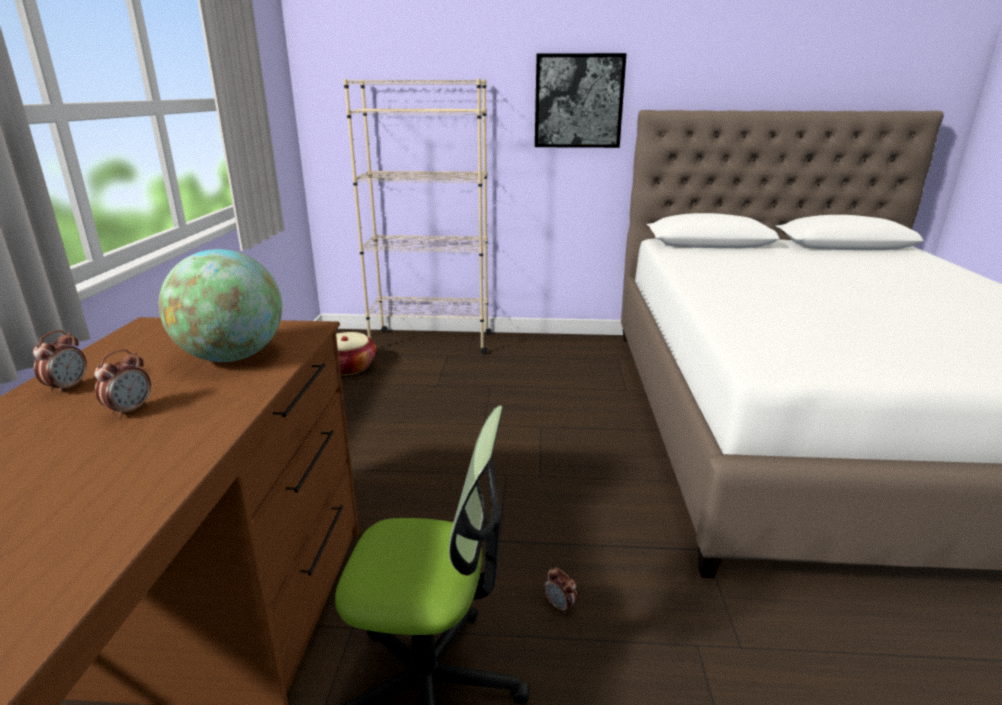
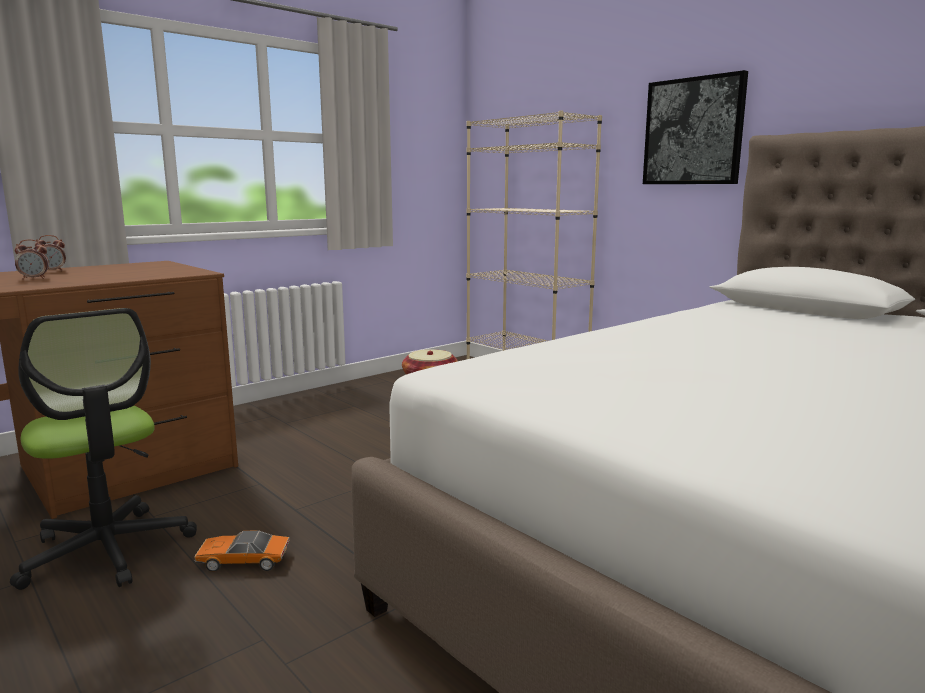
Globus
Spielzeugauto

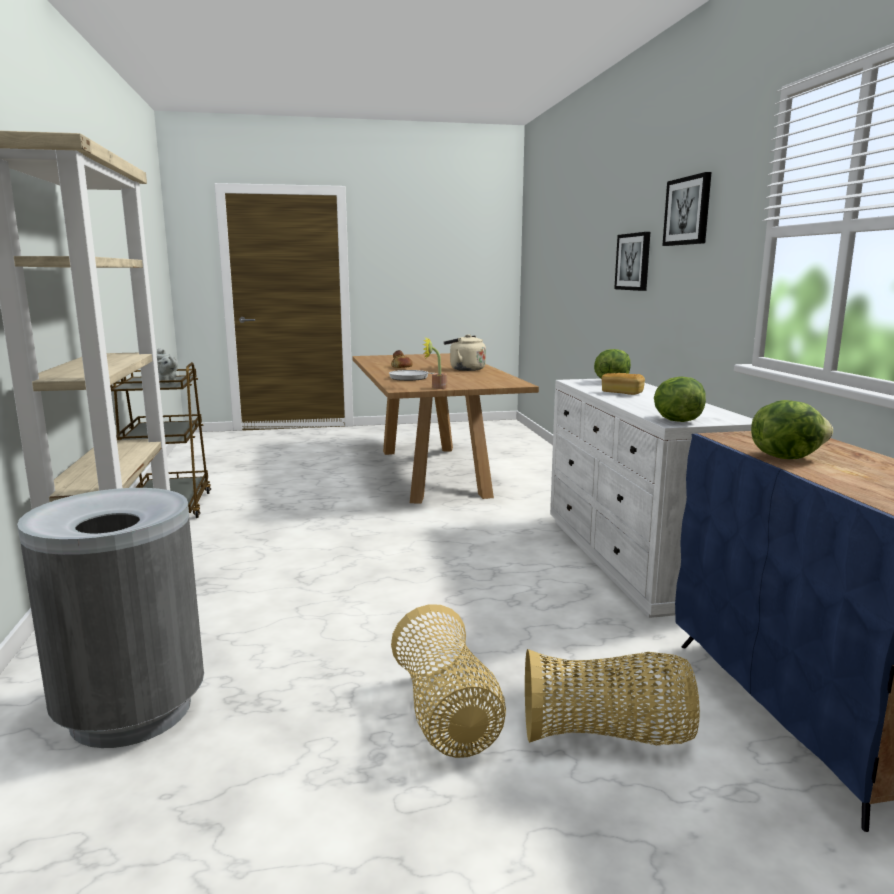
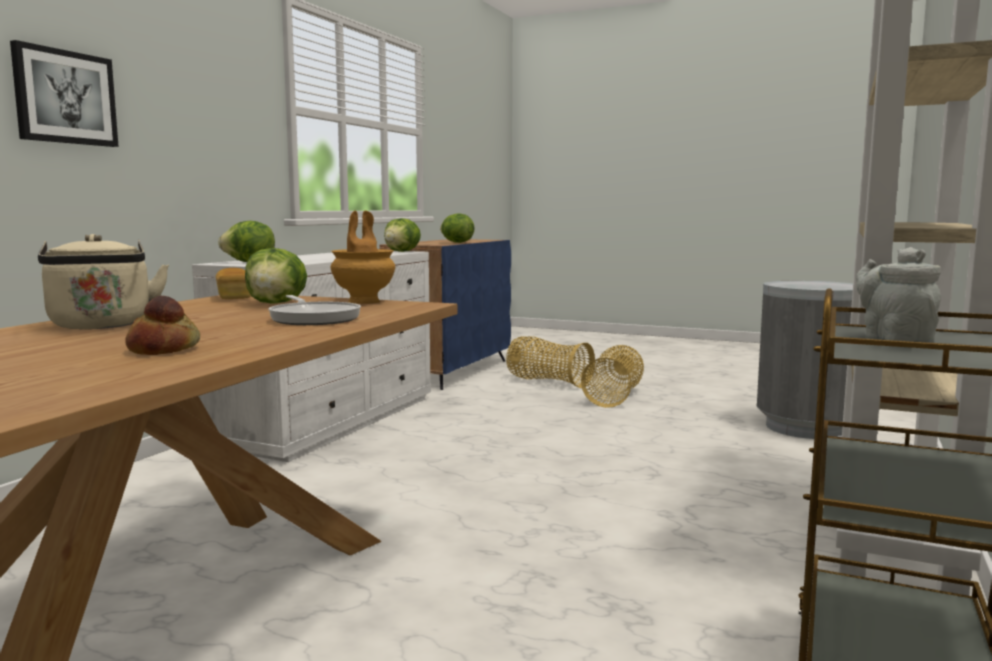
Vase/braun
Brot (no. 2 from left)
Bild (no. 2 from left in the first image)
Salatkopf (no. 2 from left)

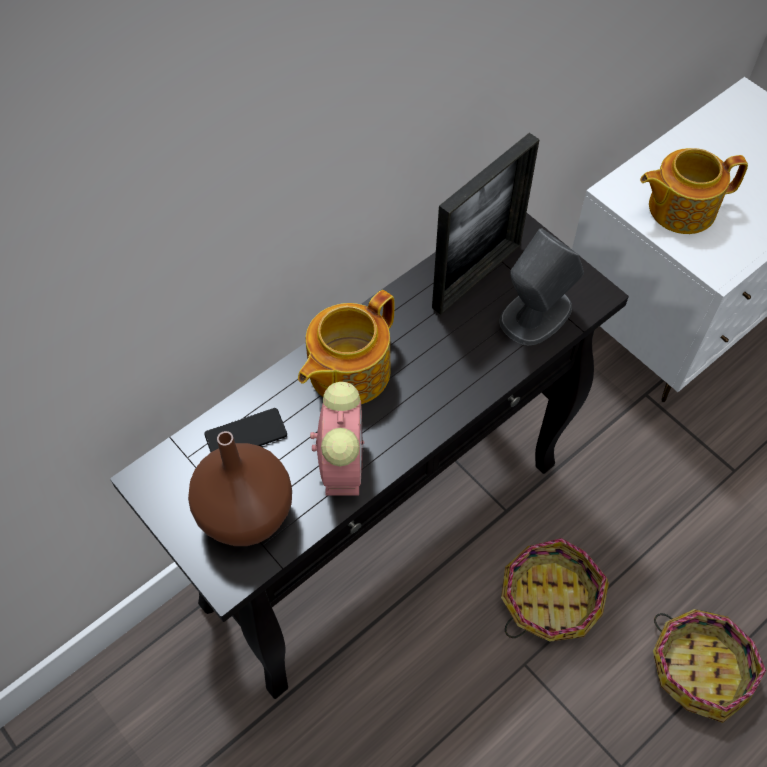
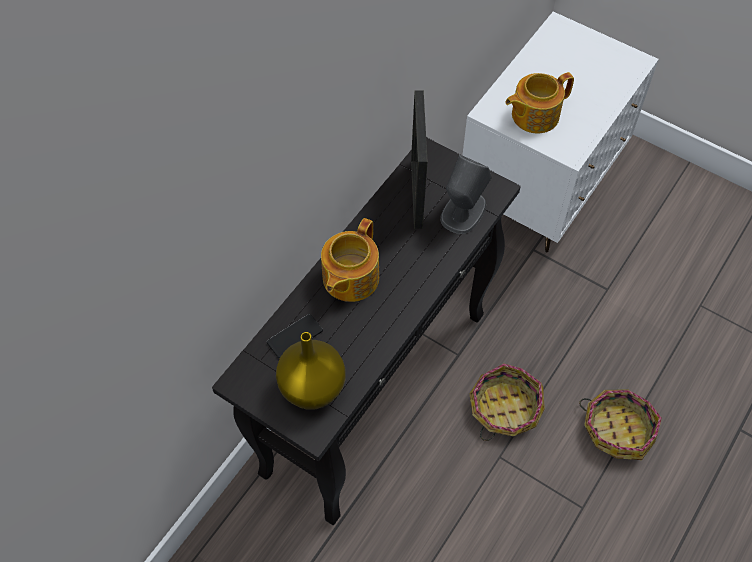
Vase/gelb
Wecker
Bilderrahmen

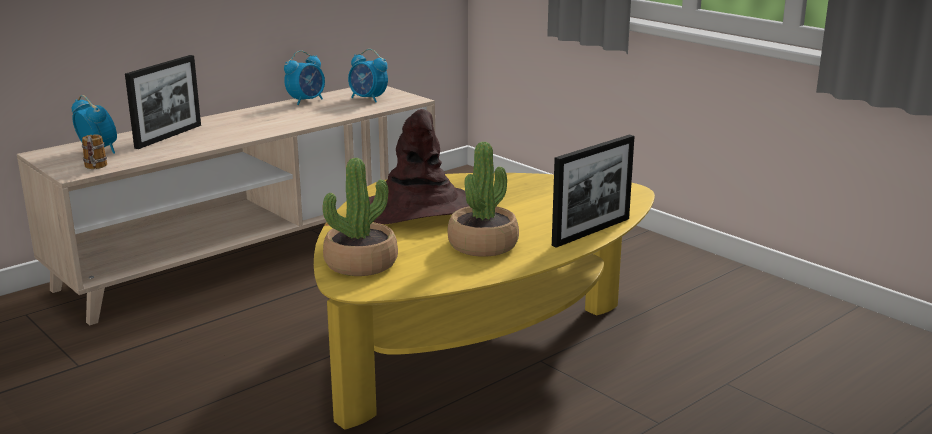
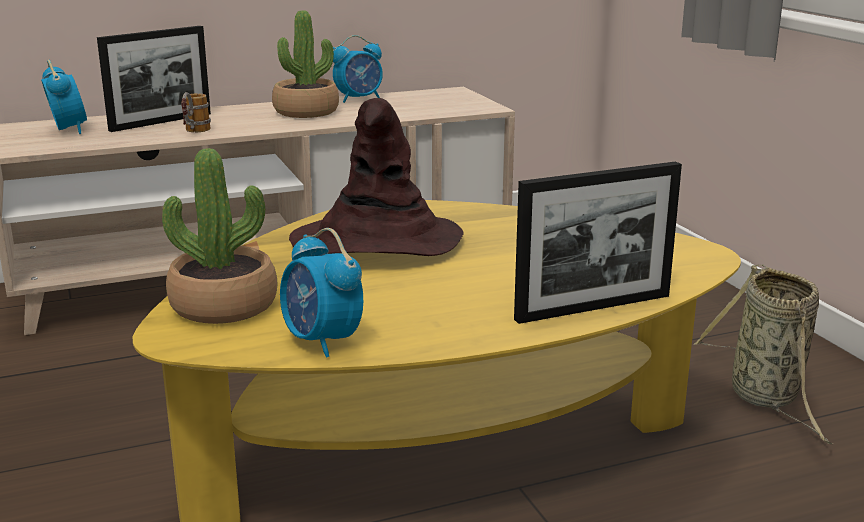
Henkelbecher
Wecker (no. 2 from left)
Topfpflanze (no. 2 from left)
Korb

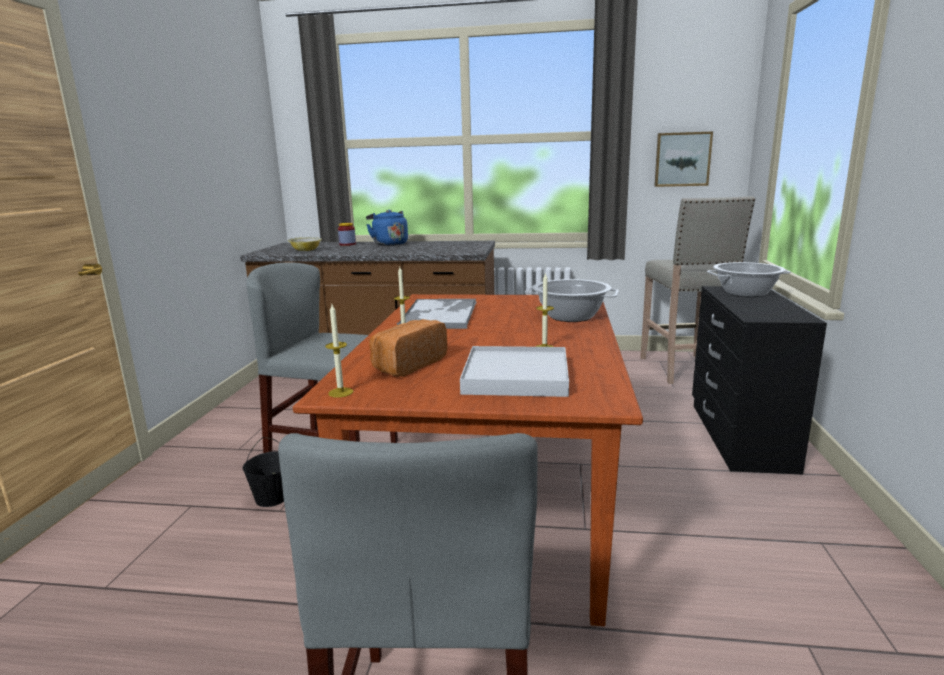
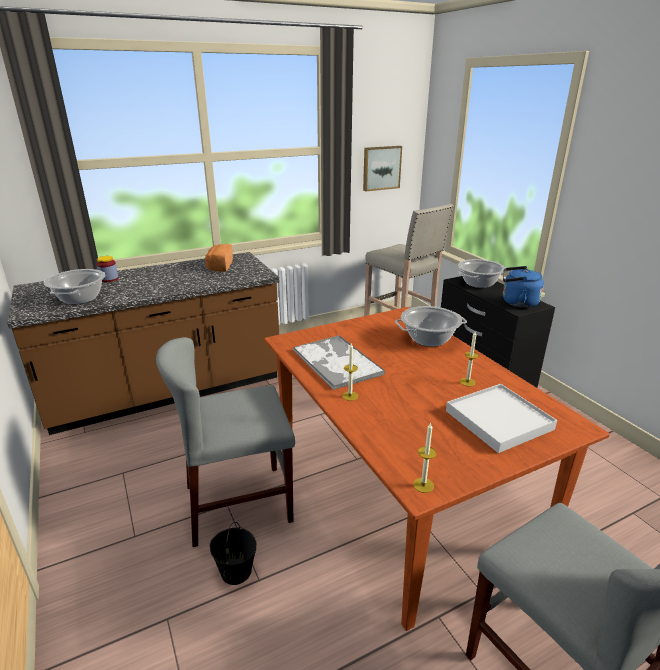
Kochtopf (no. 1 from left)
Wasserkessel/blau
Brot

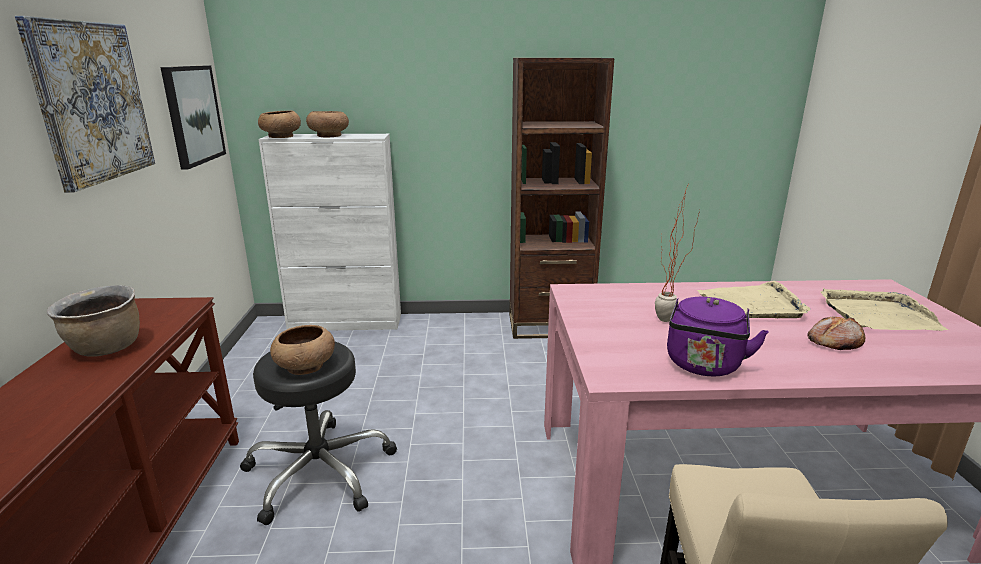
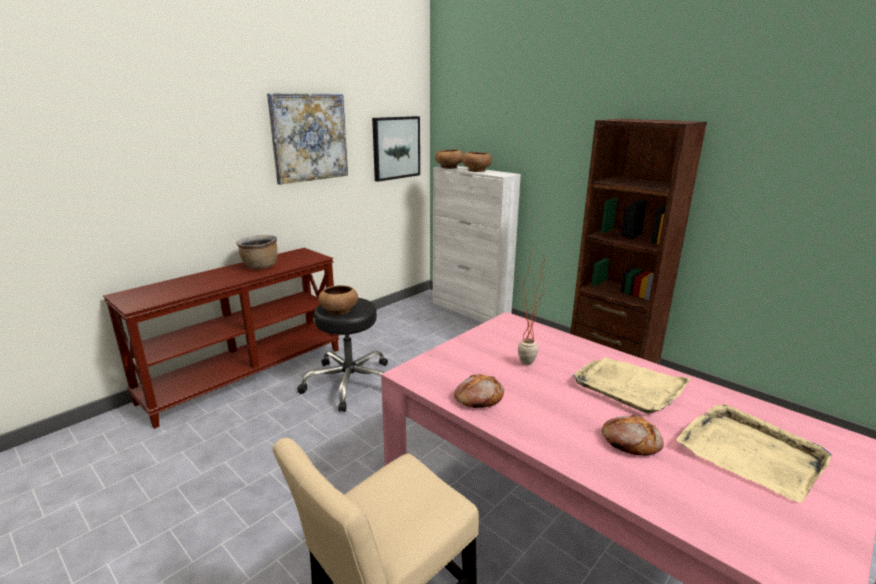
Brot (no. 1 from left)

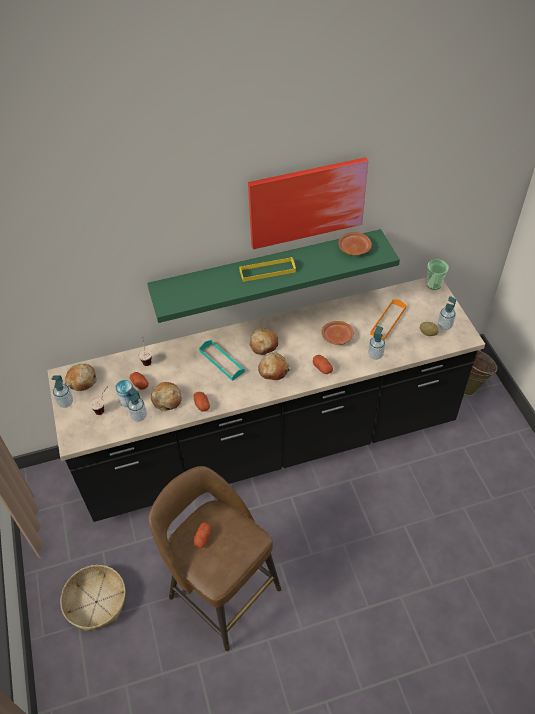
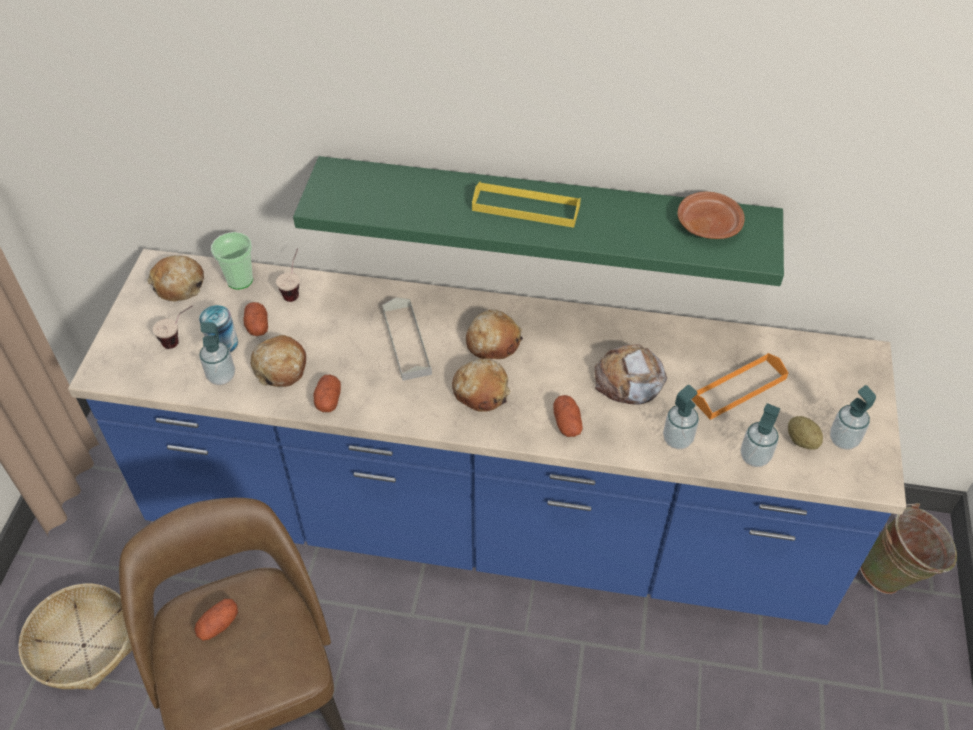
Küchenzeile/blau
Seifenspender (no. 3 from left)
Tablett/grau
Bild
Brot (no. 5 from left)
Tasse (no. 2 from left)

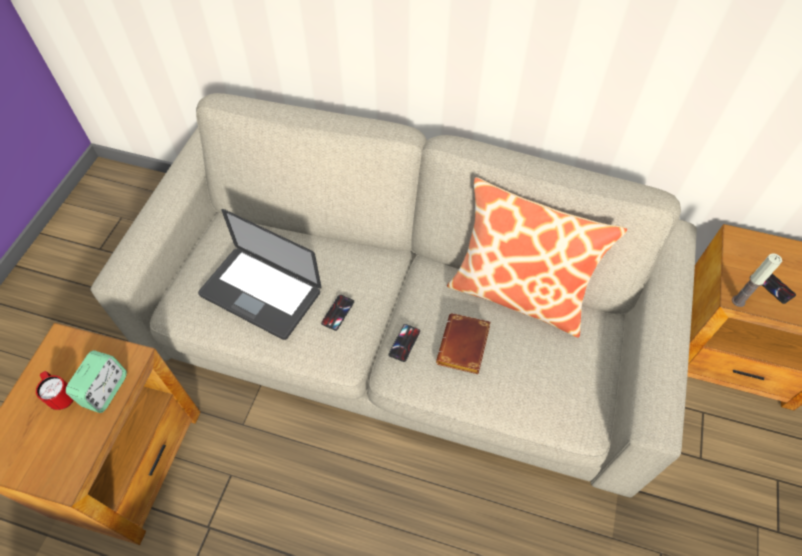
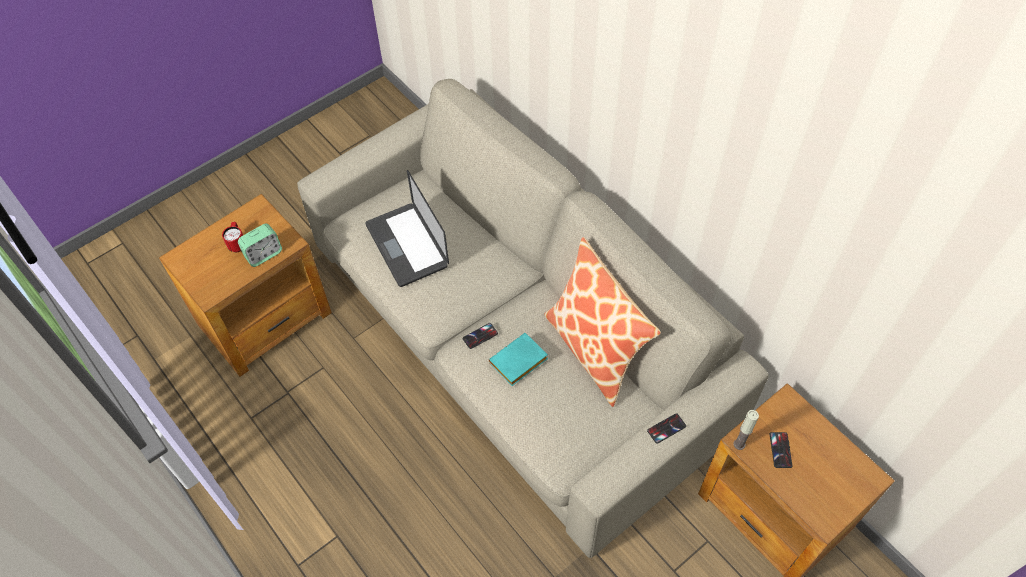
Handy (no. 2 from left)
Buch/türkis

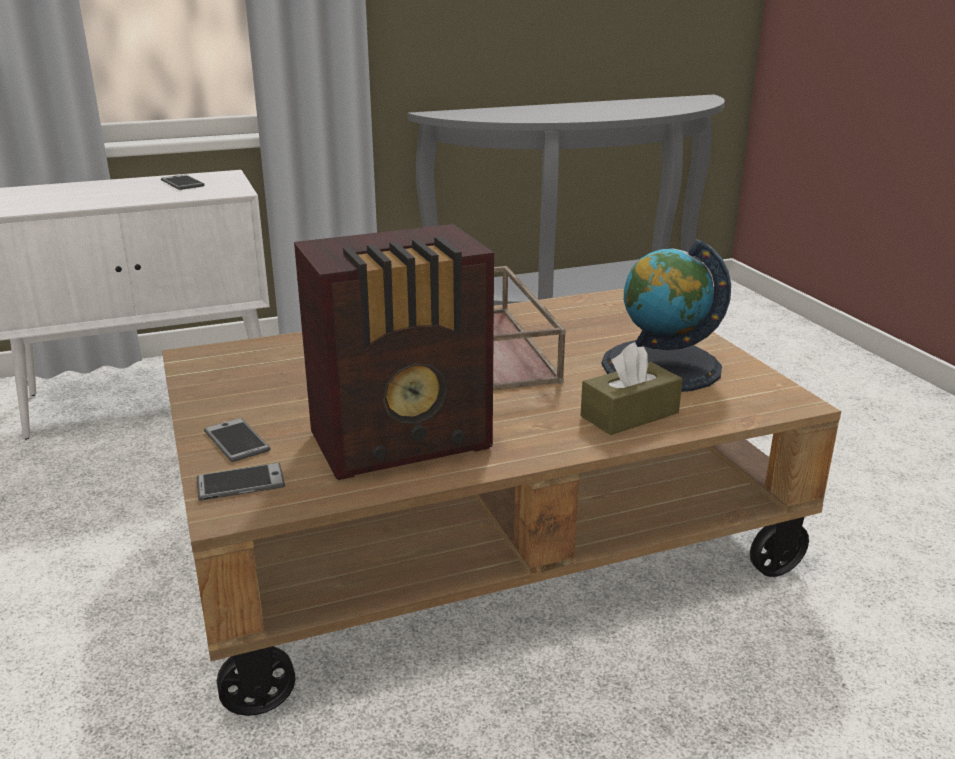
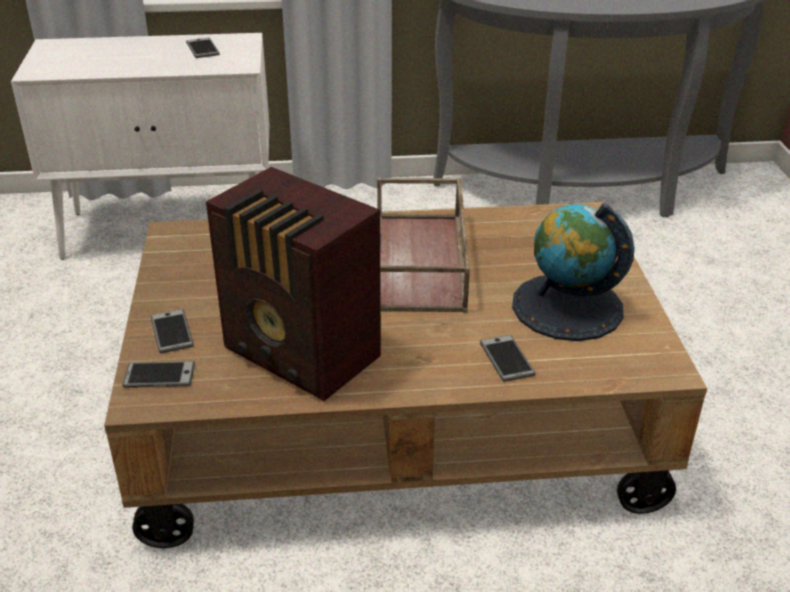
Radio
Handy (no. 4 from left)

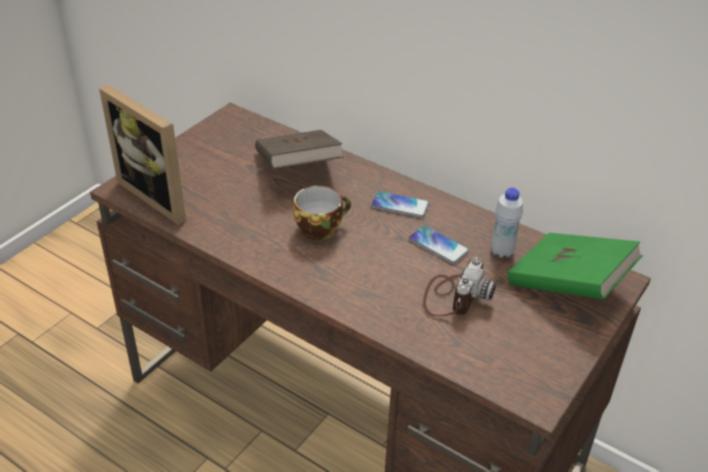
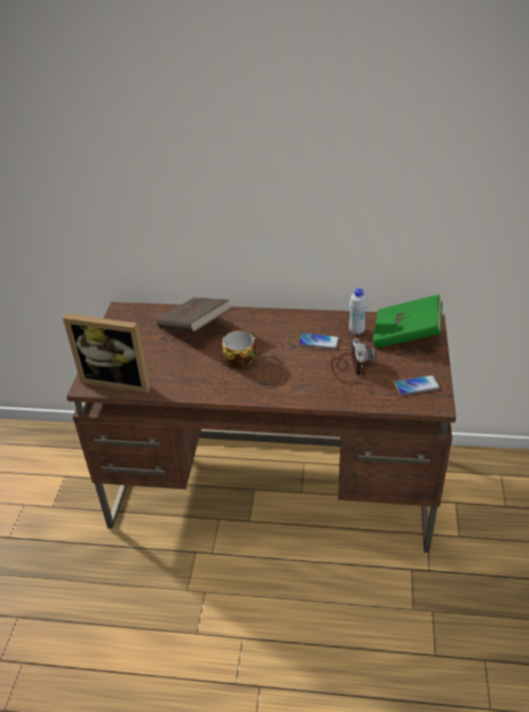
Handy (no. 2 from left)

